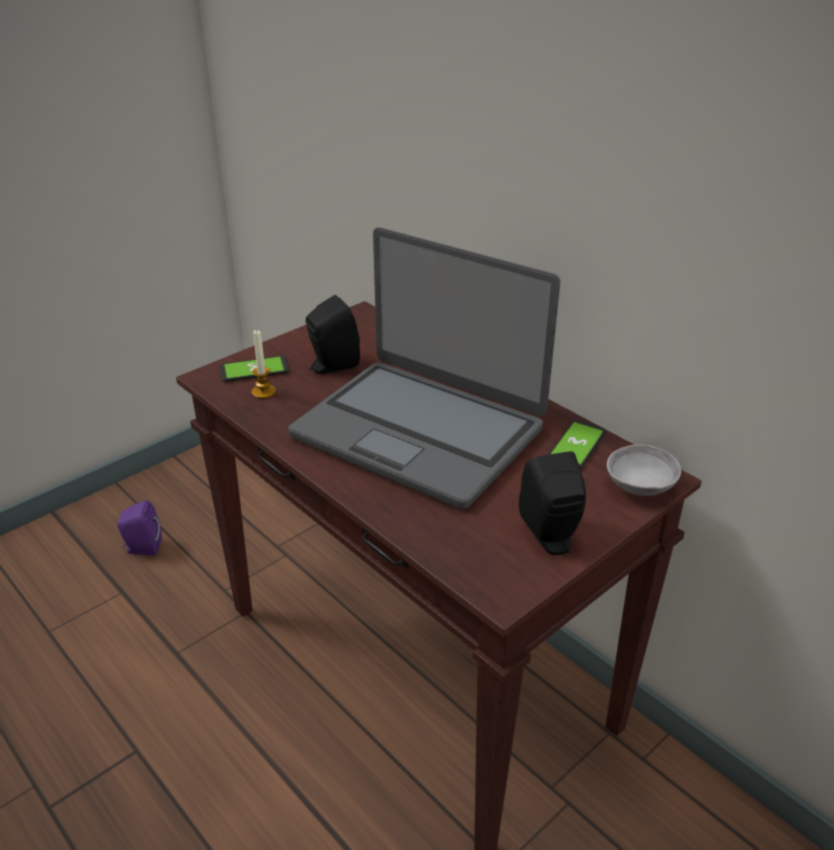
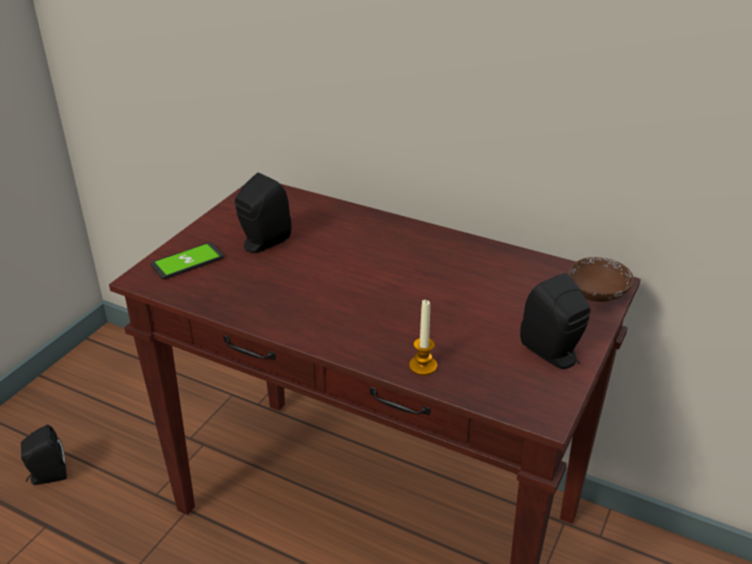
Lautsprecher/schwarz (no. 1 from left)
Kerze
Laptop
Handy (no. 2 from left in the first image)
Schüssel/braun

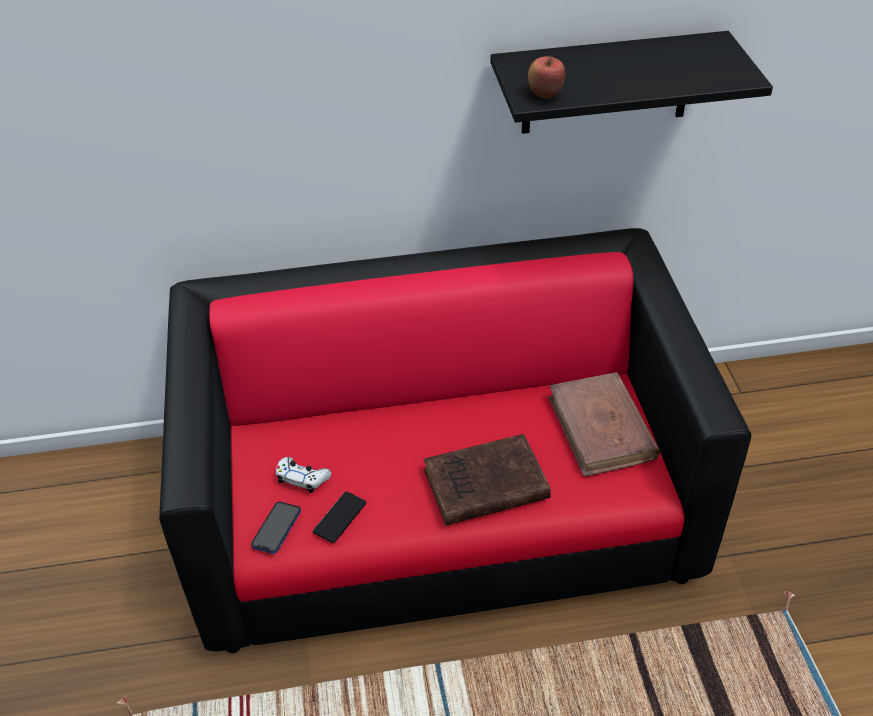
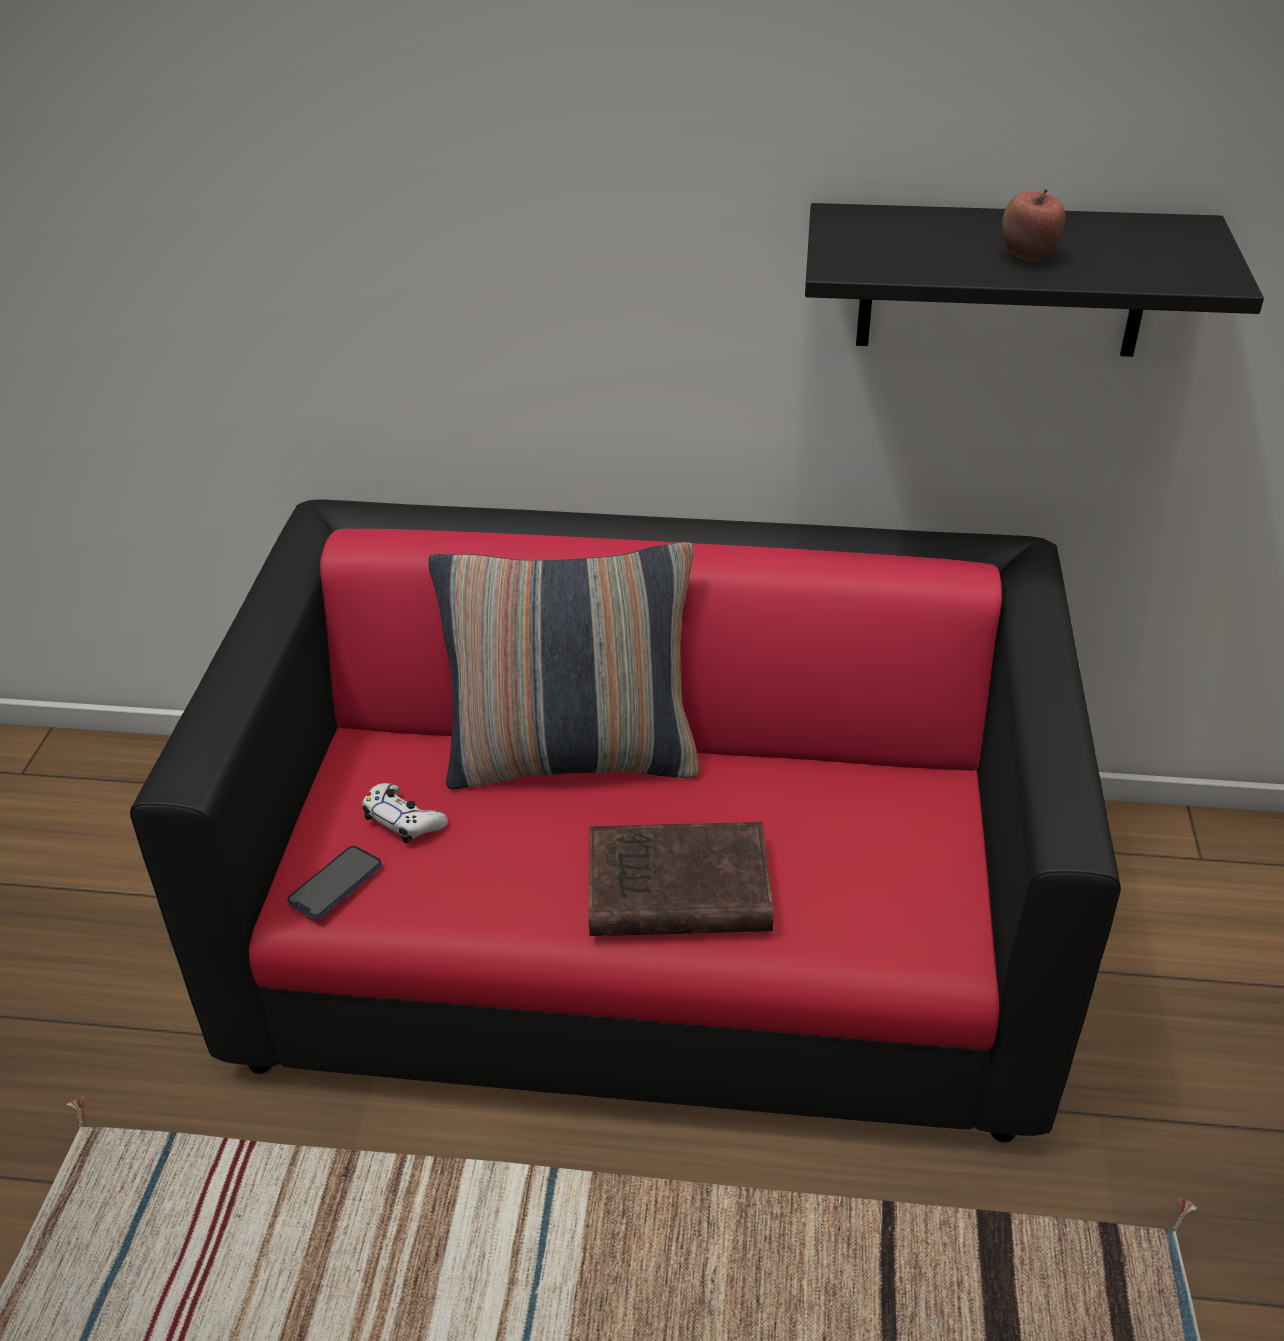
Handy (no. 2 from left in the first image)
Apfel
Buch/braun (no. 2 from left in the first image)
Kissen

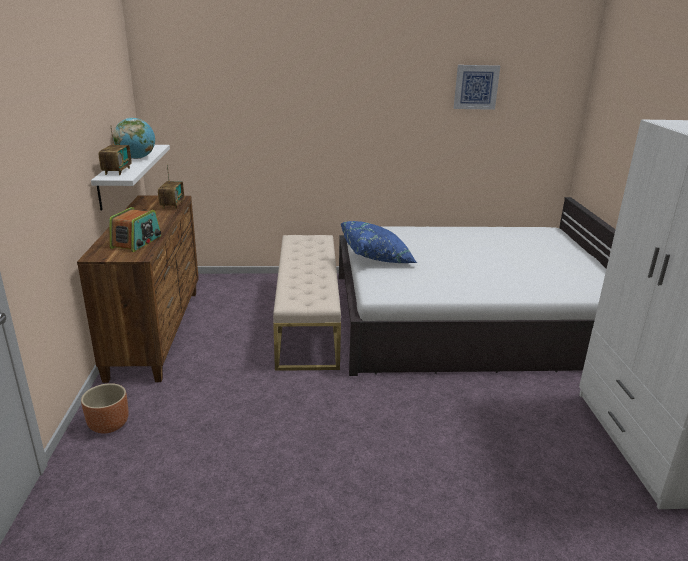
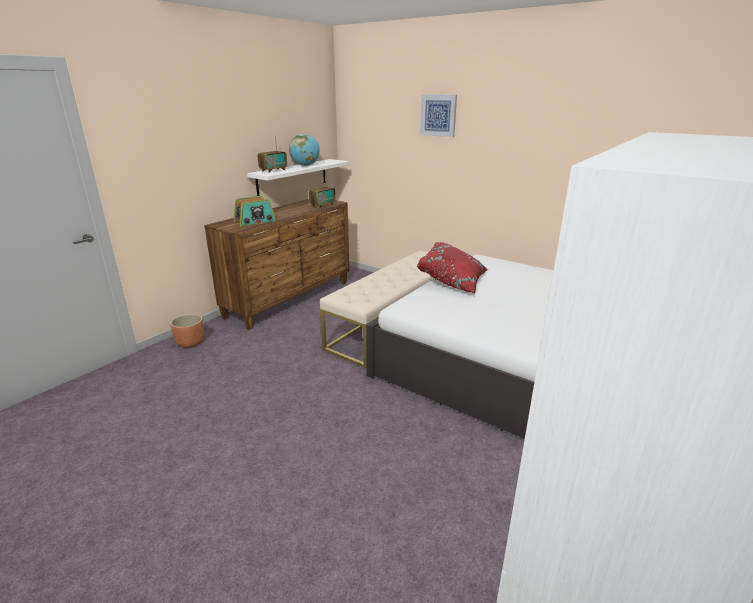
Kissen/rot
Bild

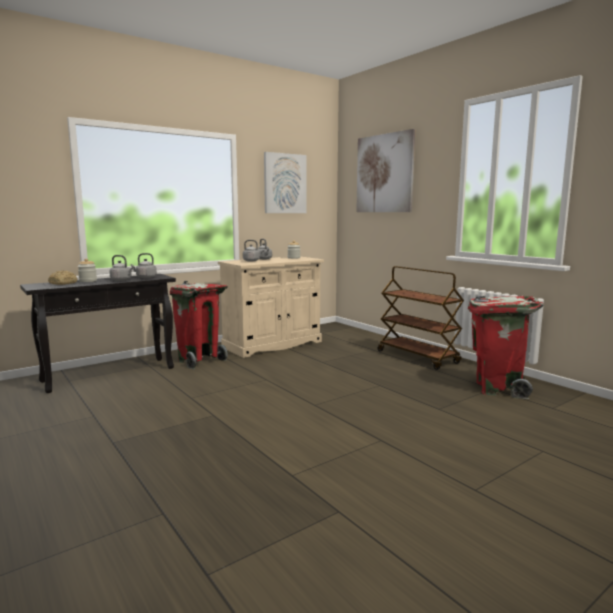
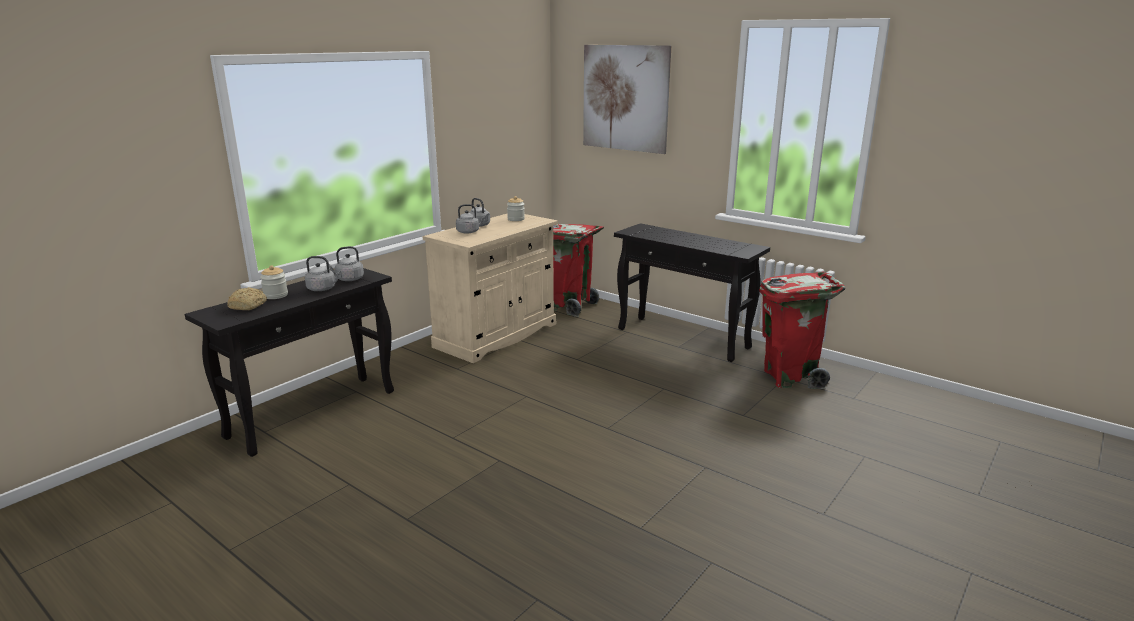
Mülleimer/rot (no. 1 from left)
Bild (no. 1 from left in the first image)
Konsolentisch/schwarz (no. 2 from left)

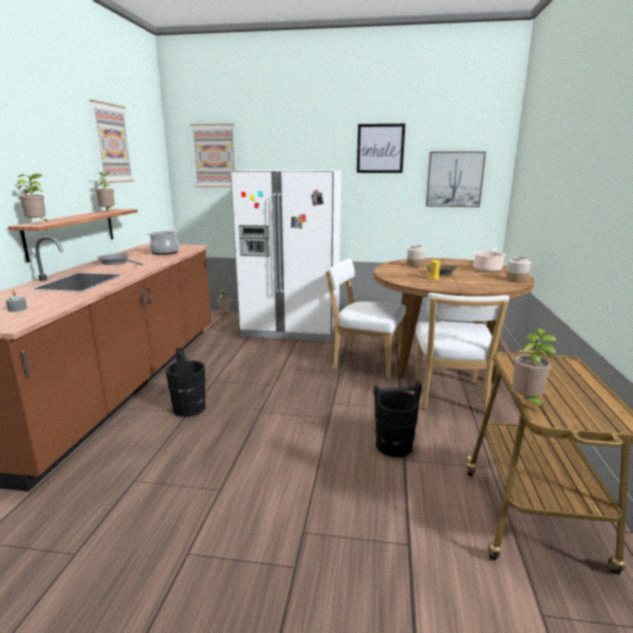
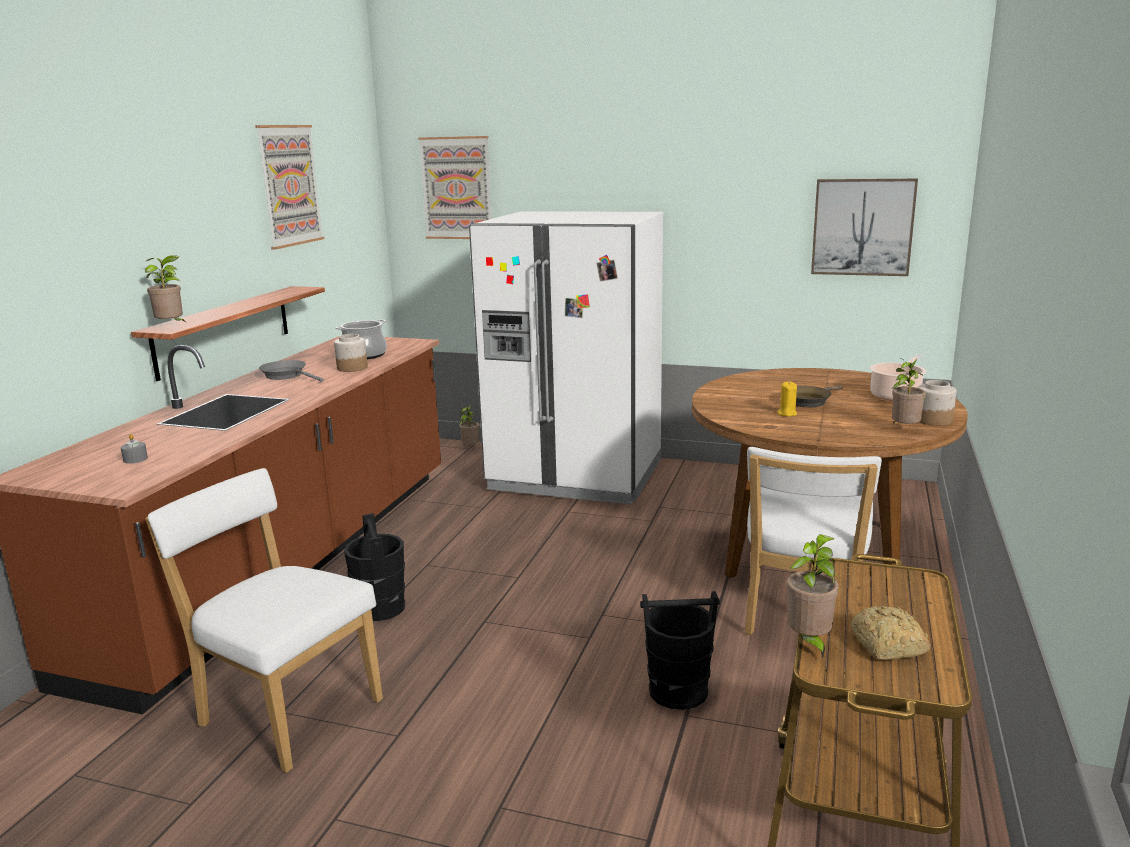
Topfpflanze (no. 4 from left)
Stuhl/weiß (no. 1 from left)
Bild (no. 3 from left in the first image)
Vorratsglas (no. 1 from left)
Brot

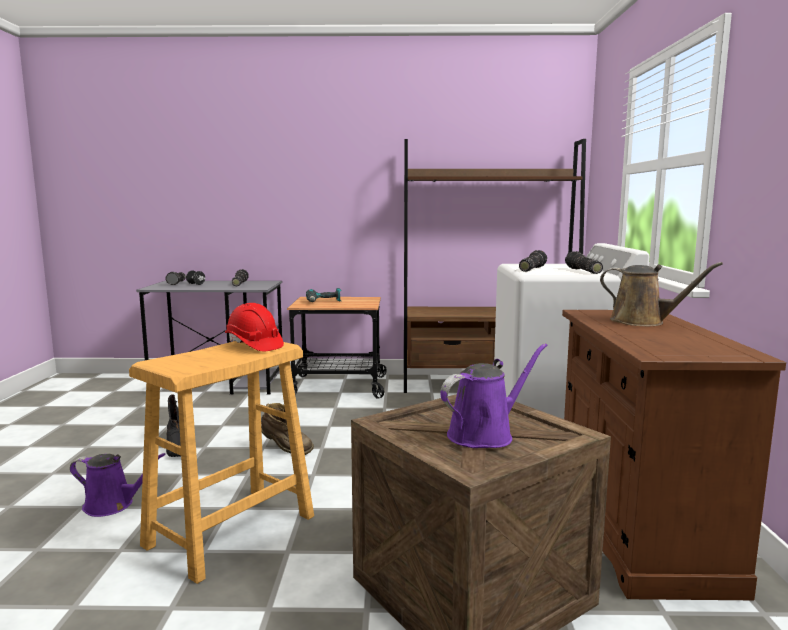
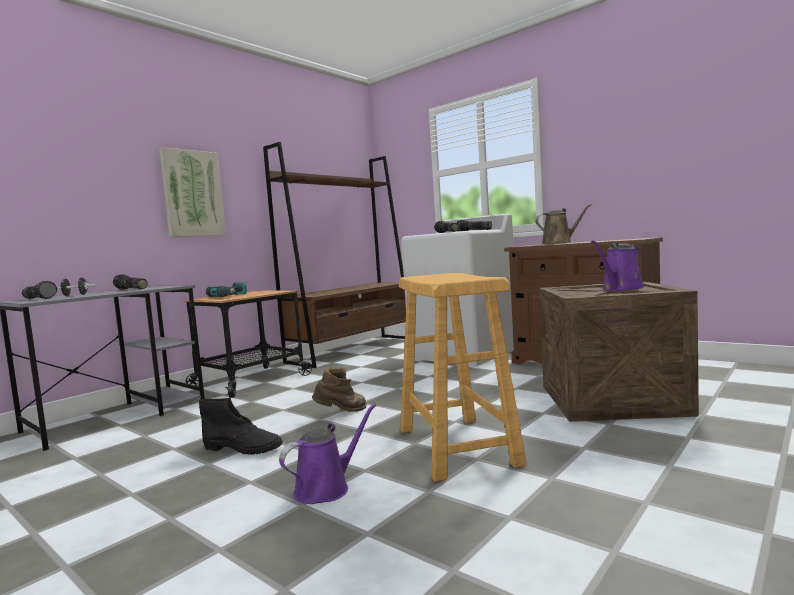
Schutzhelm/rot
Gießkanne/lila (no. 2 from left)
Bild

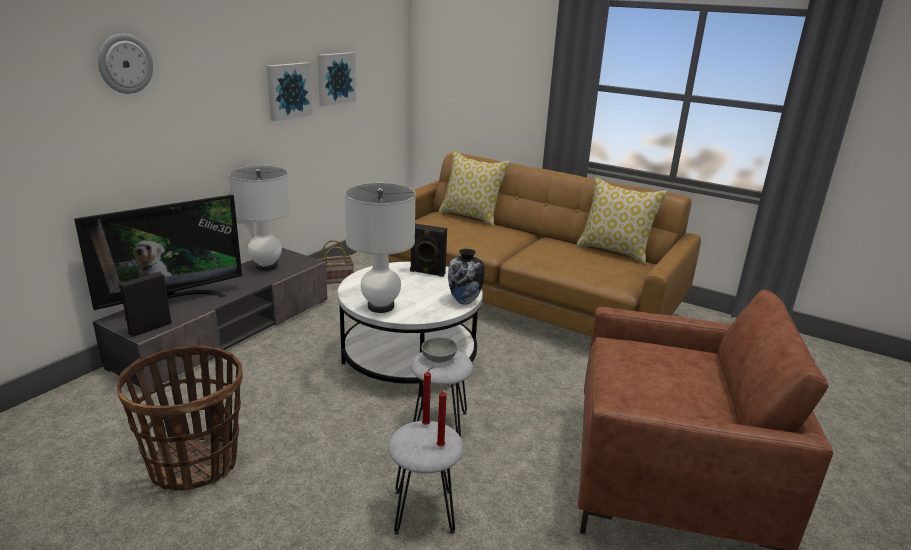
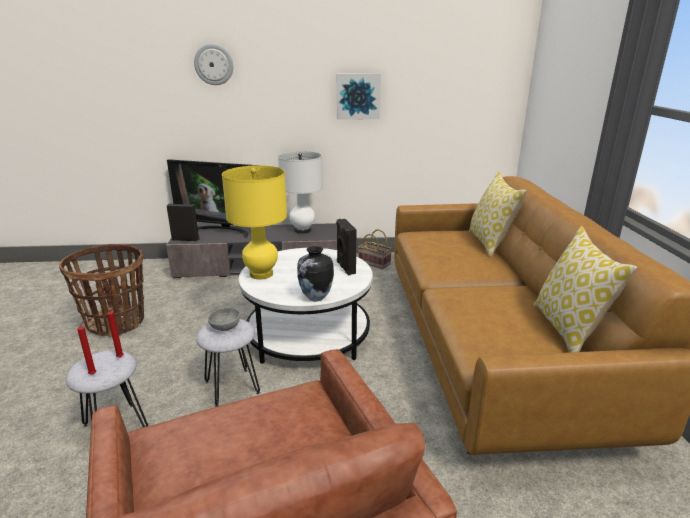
Bild (no. 2 from left in the first image)
Tischlampe/gelb

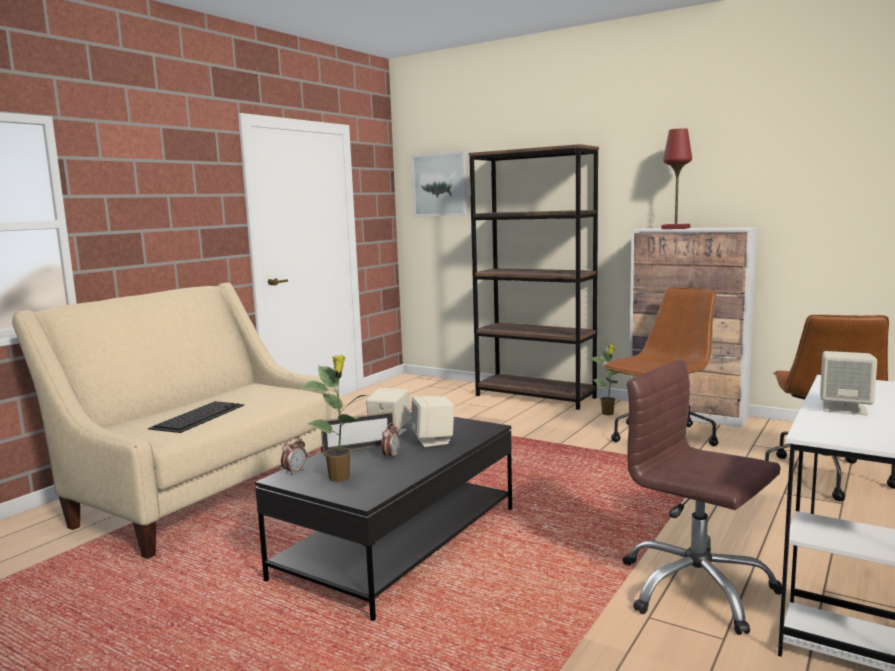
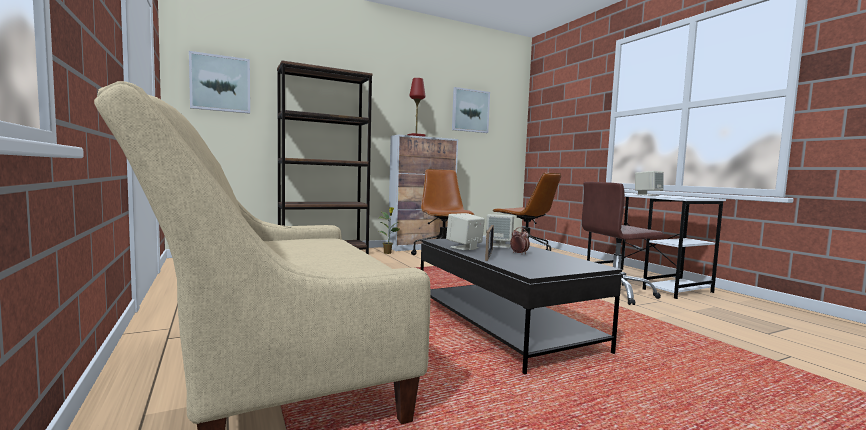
Tastatur
Wecker (no. 1 from left in the first image)
Topfpflanze (no. 1 from left in the first image)
Bild (no. 2 from left)

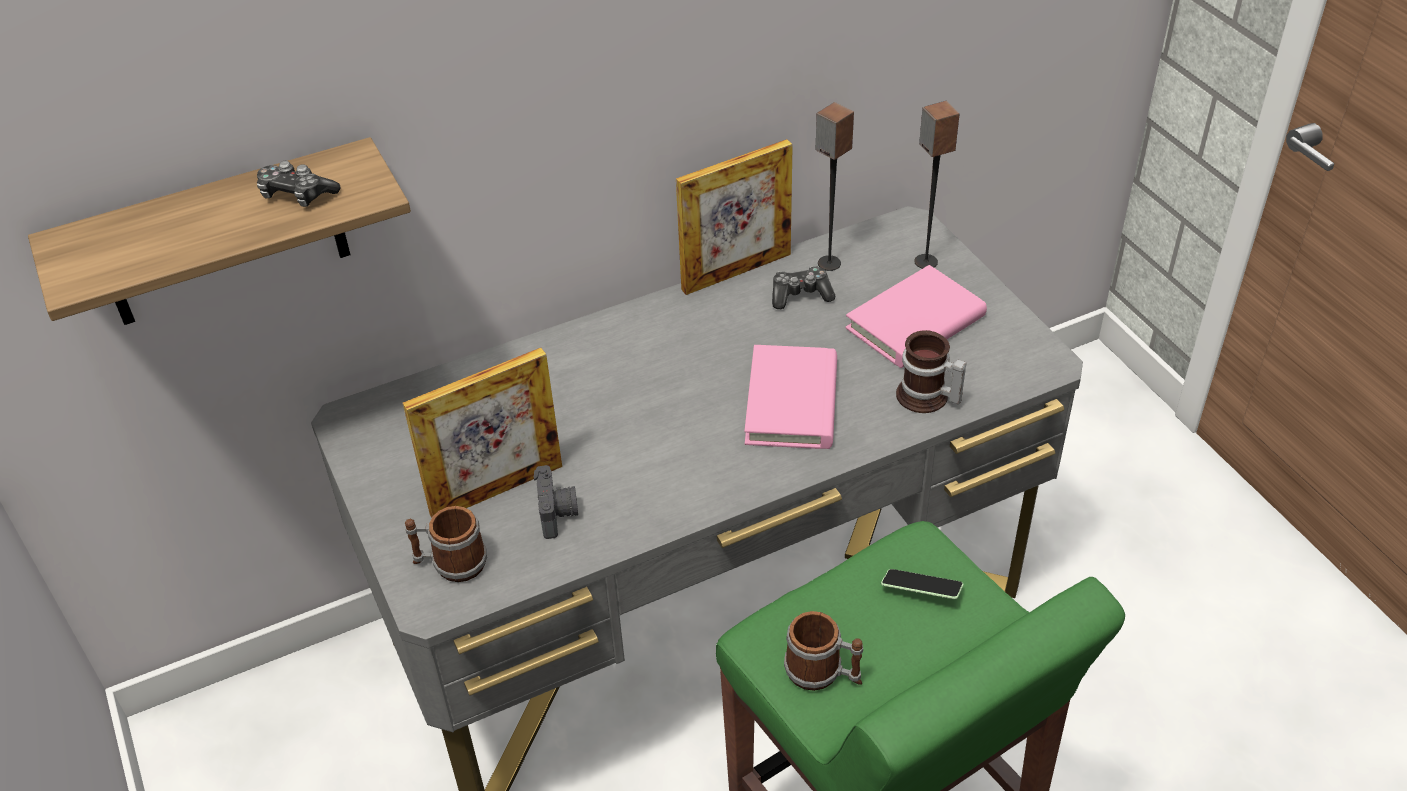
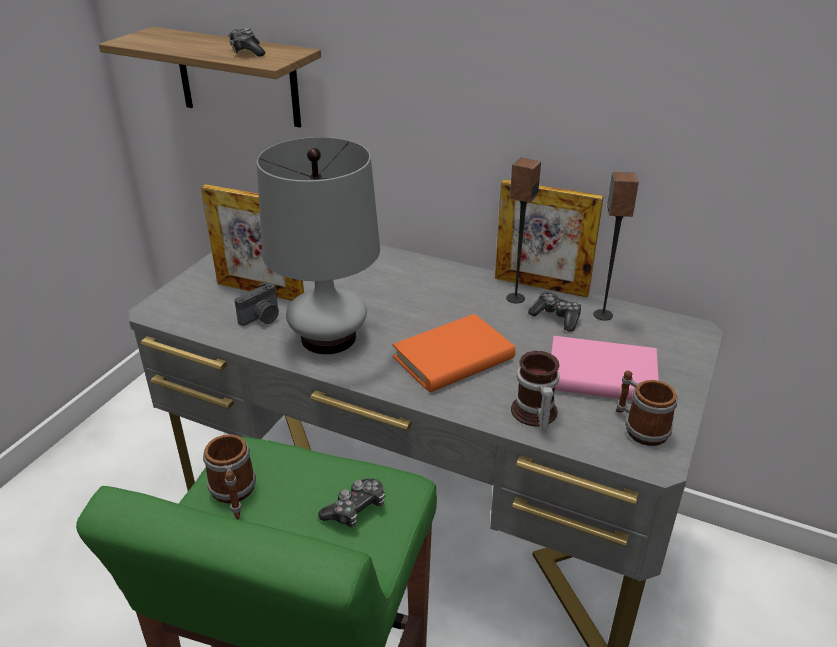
Henkelbecher (no. 3 from left)
Buch/orange
Gamepad (no. 2 from left)
Lautsprecher (no. 1 from left)
Tischlampe/grau

